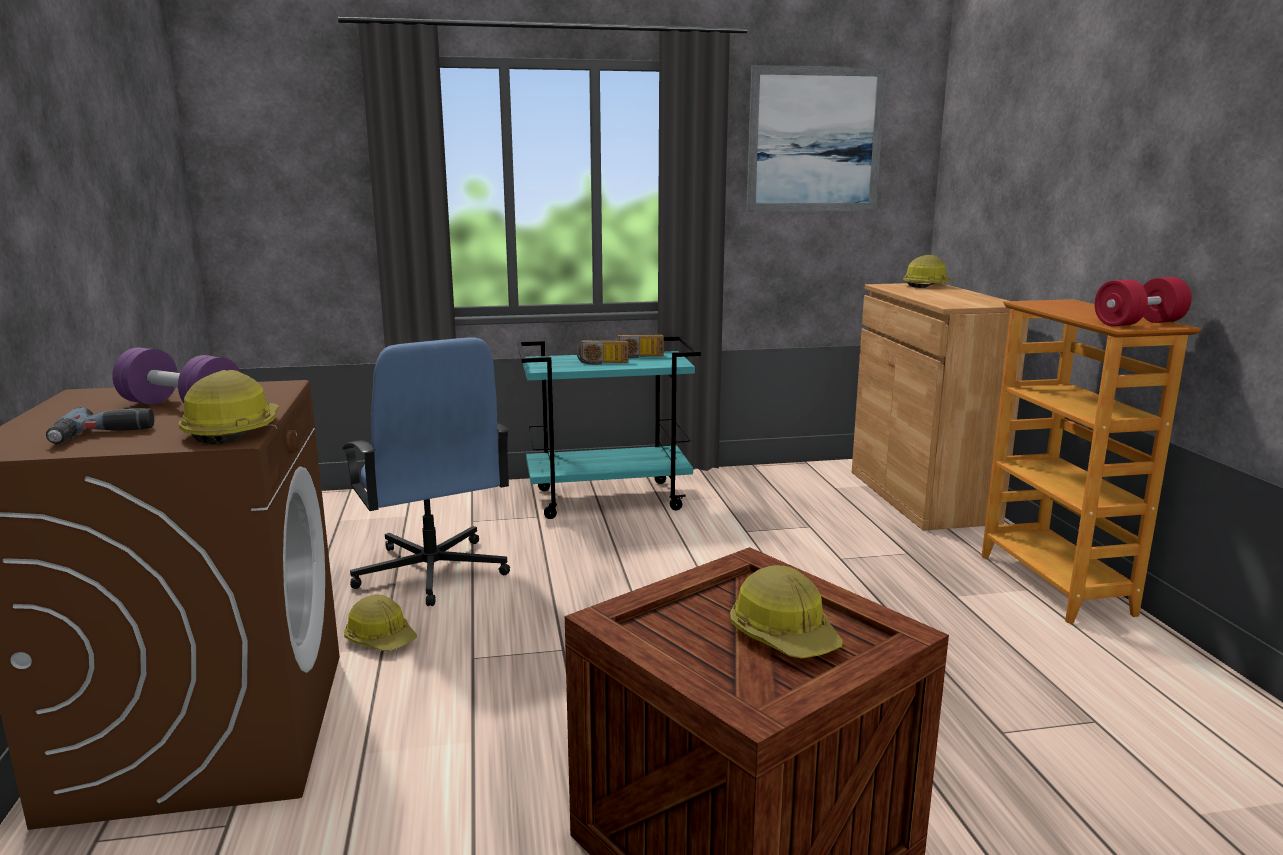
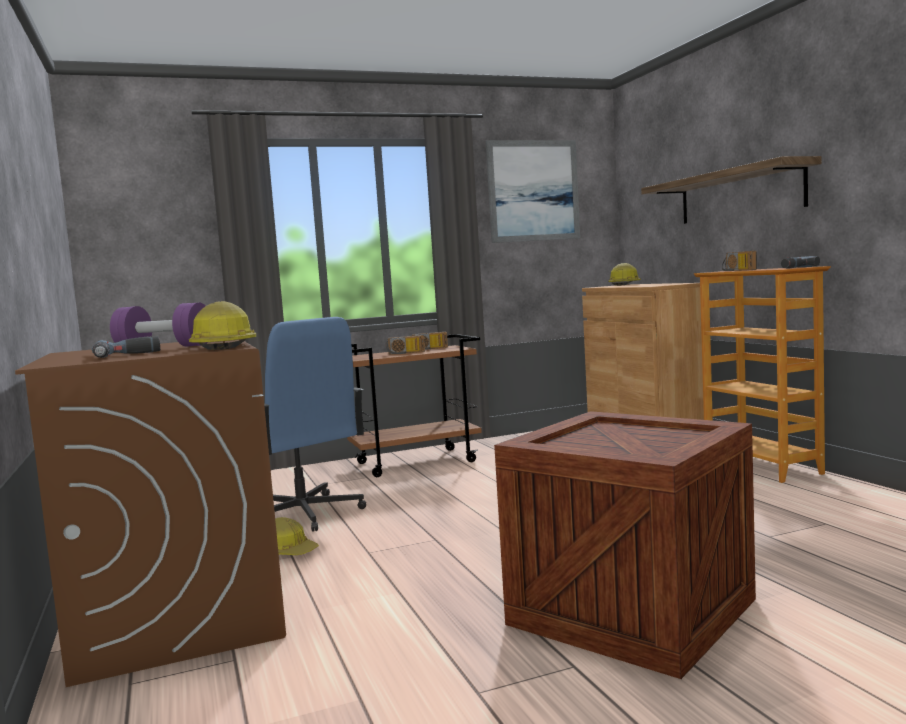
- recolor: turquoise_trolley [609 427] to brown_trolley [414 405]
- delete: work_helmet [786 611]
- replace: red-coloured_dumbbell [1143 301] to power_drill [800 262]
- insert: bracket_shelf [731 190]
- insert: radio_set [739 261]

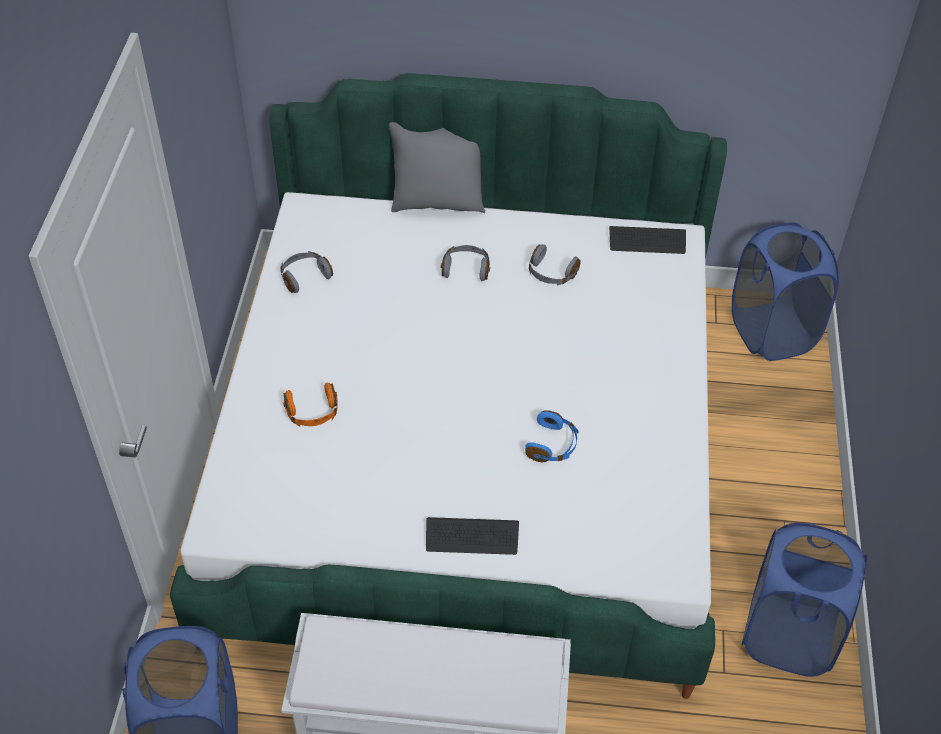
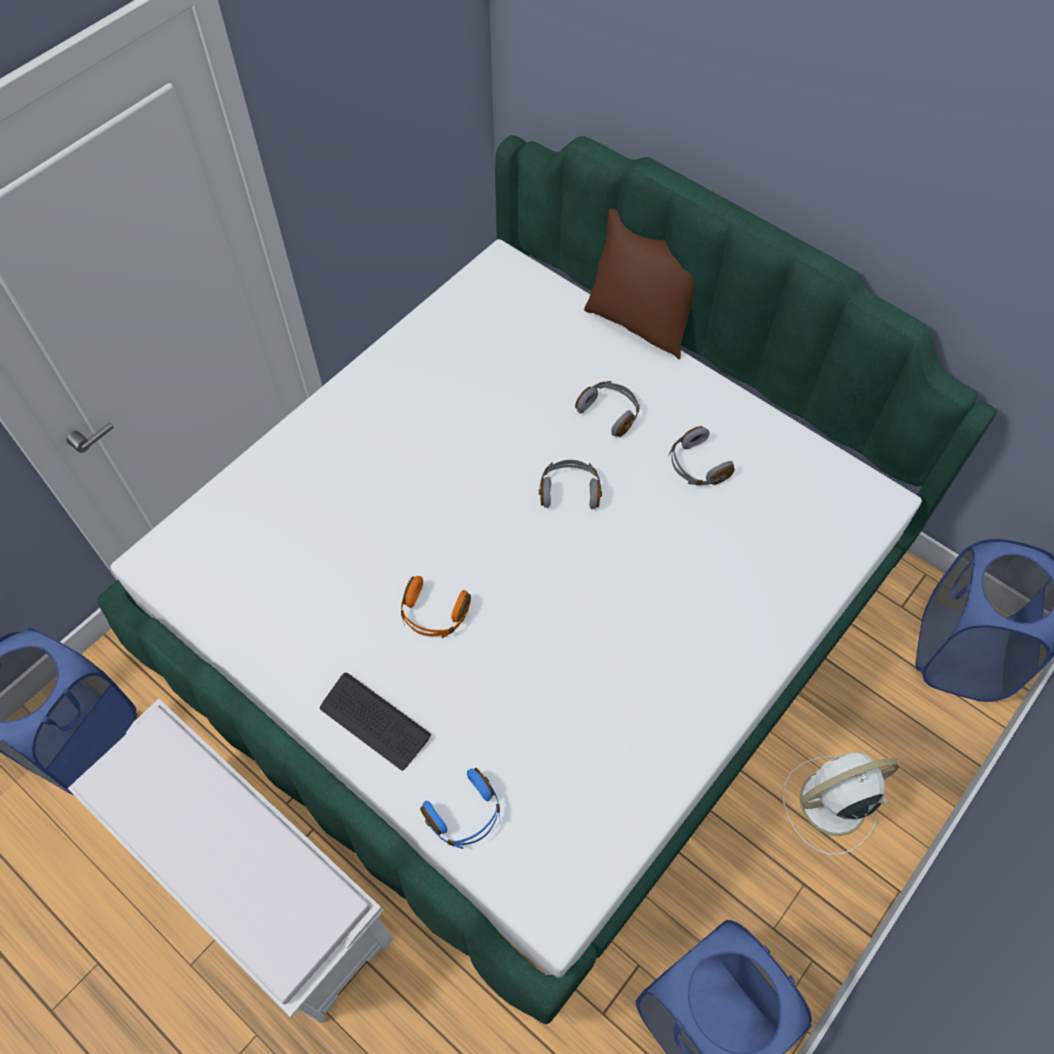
- move: grey_headphones [306 272] to [570 484]
- move: orange-coloured_headphones [310 405] to [436 607]
- recolor: grey_throw_pillow [437 168] to brown_throw_pillow [639 284]
- move: blue_headphones [552 436] to [460 808]
- delete: computer_keyboard [647 240]
- insert: white-coloured_cooling_fan [841 804]

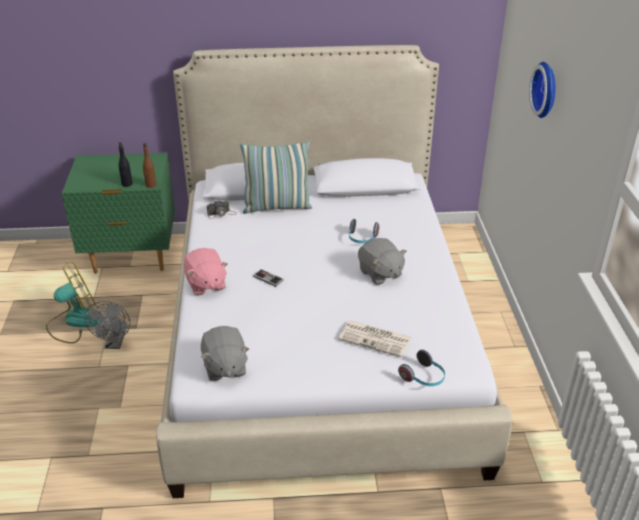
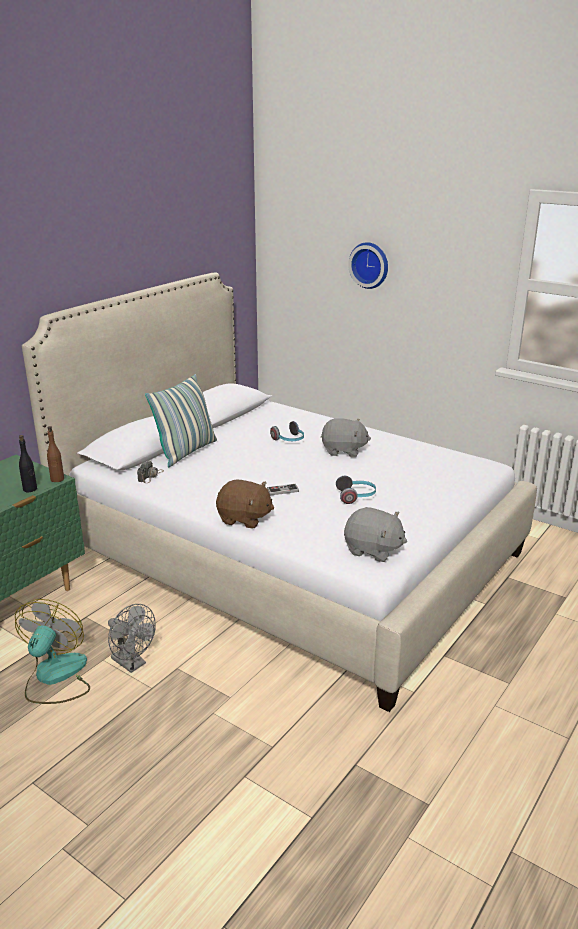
- recolor: pink-coloured_soft_toy [205 272] to brown_soft_toy [245 504]
- delete: printed_paper [375 338]
- move: headphones [421 368] to [356 490]

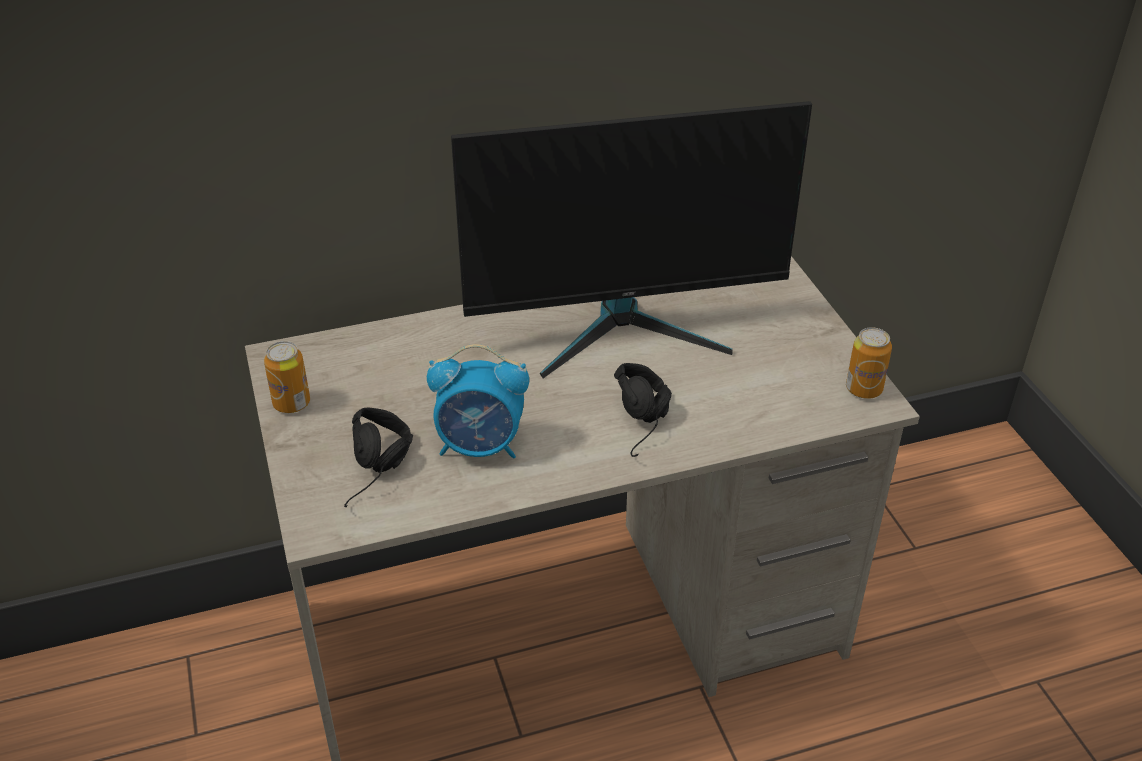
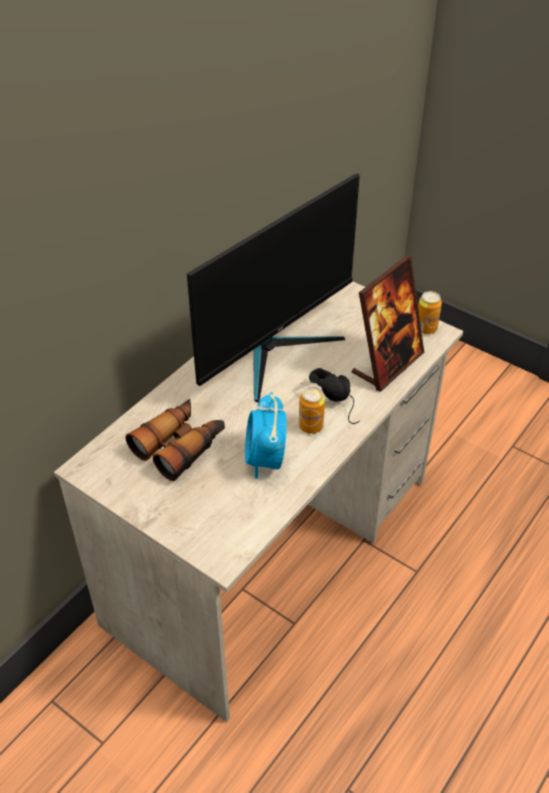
- move: metal_can [287 377] to [312 410]
- delete: black-coloured_headphones [378 457]
- rotate: bedside_clock [478 401] = [266 435] 120 degrees clockwise
- insert: pair_of_binoculars [175 440]
- insert: picture_frame [388 323]

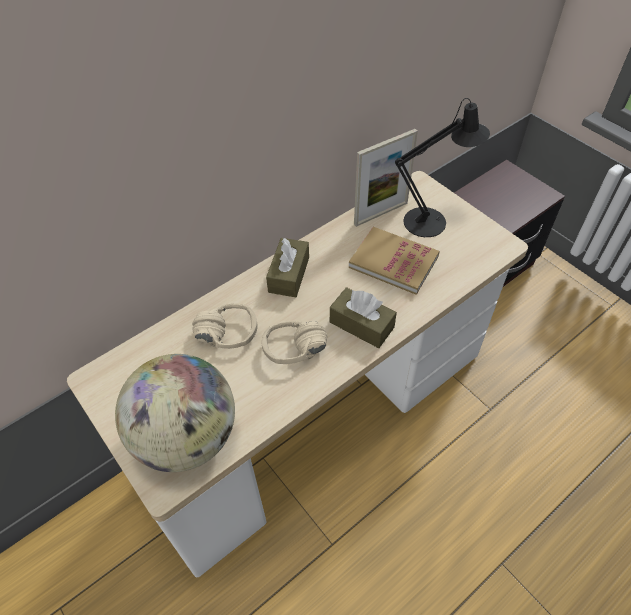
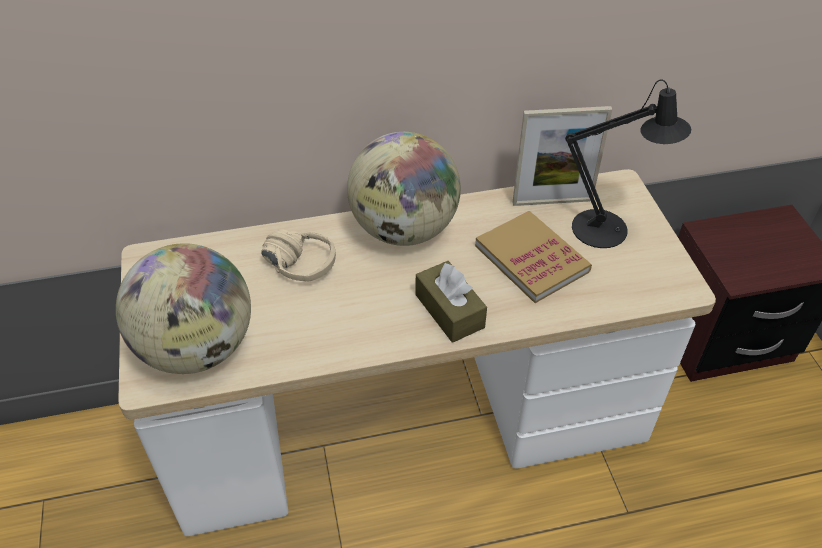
- delete: beige_headphones [294 342]
- replace: brown_tissue_box [287 267] to desk_globe [404 189]

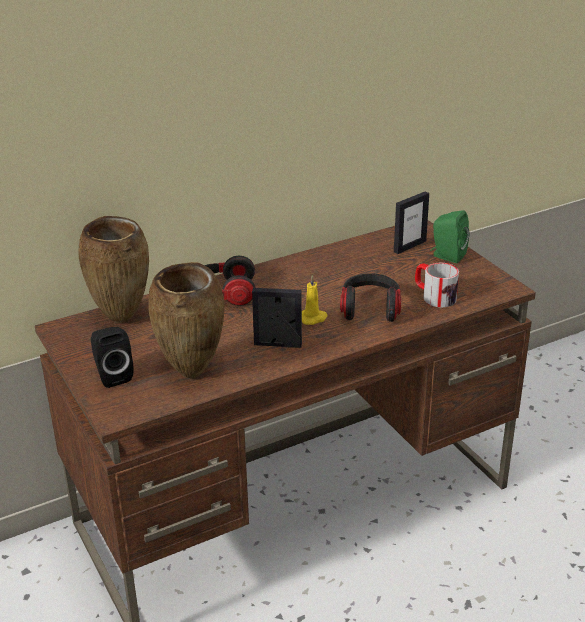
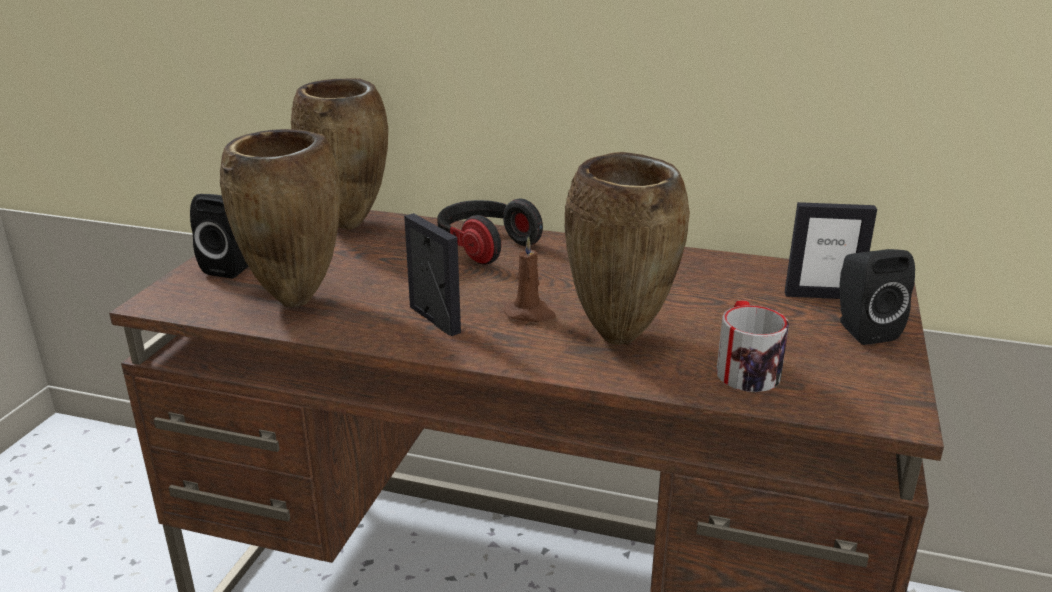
- recolor: yellow_wax_light [315 300] to brown_wax_light [530 279]
- replace: headphones [370 297] to brown_flower_vase [627 248]
- recolor: green_speaker [449 236] to black-coloured_speaker [877 297]

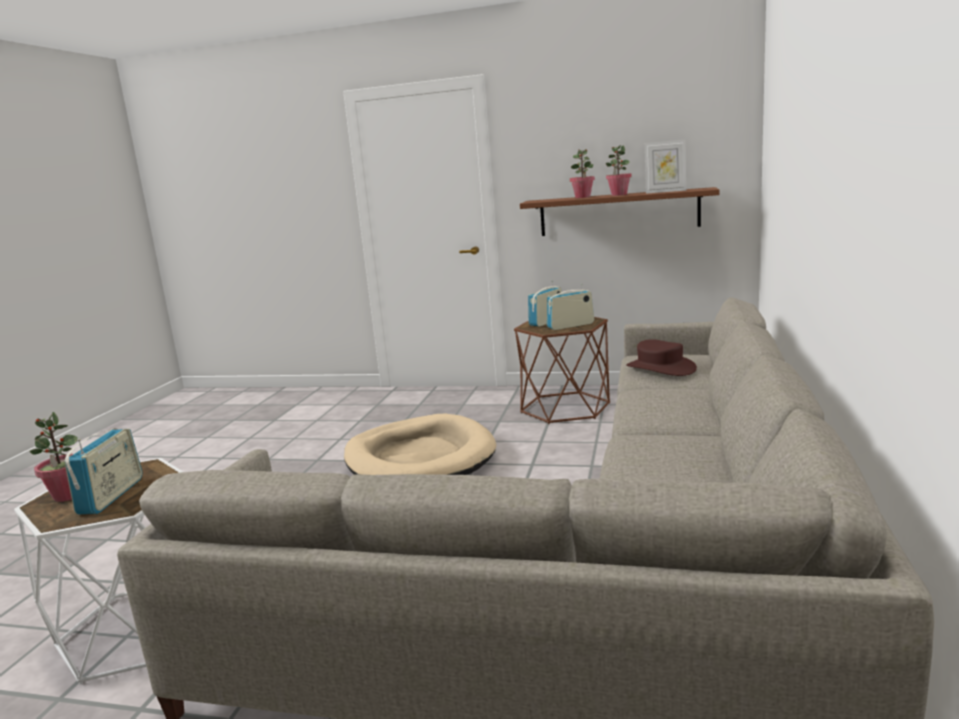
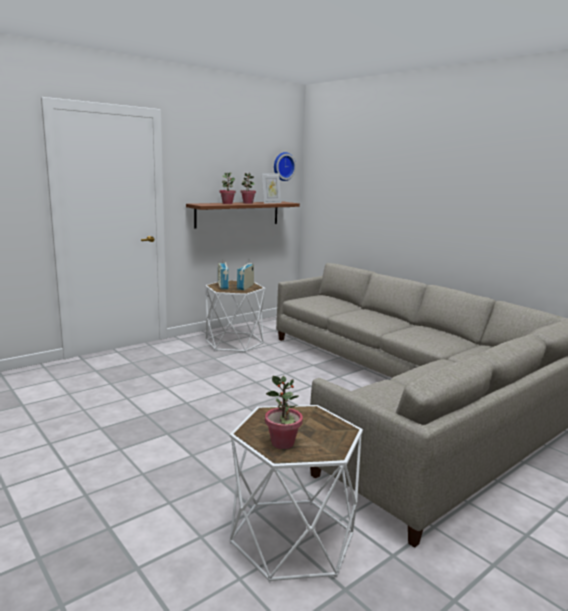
- delete: radio_set [103 471]
- delete: beige_pet_bed [420 444]
- recolor: brown_accent_table [562 370] to white-coloured_accent_table [235 316]
- delete: brown_hat [661 357]
- insert: hanging_clock [285 166]

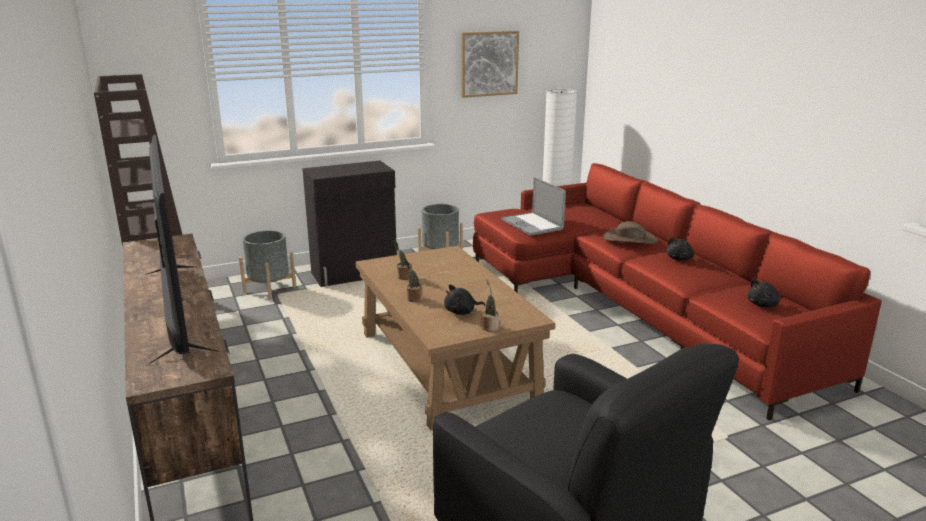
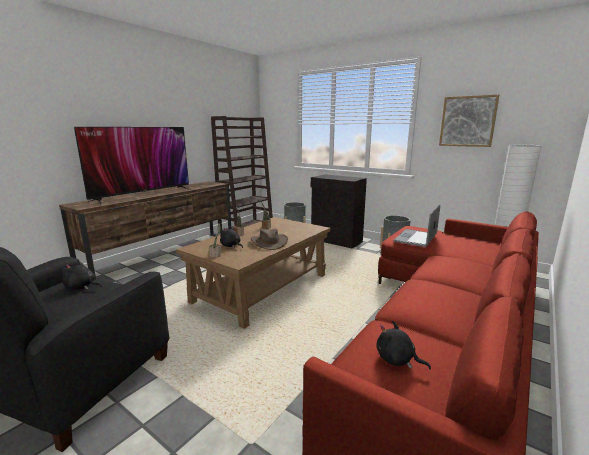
- move: brown_hat [630 232] to [269 239]
- move: black-coloured_soft_toy [680 249] to [82 275]

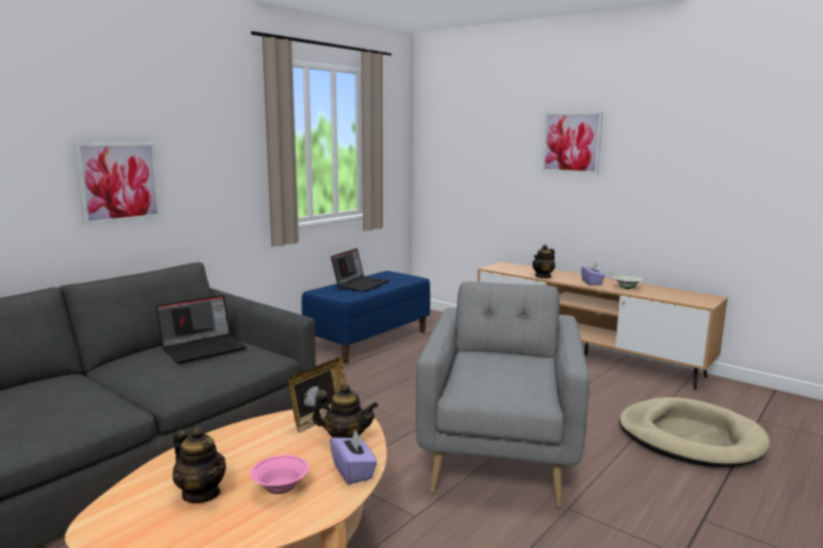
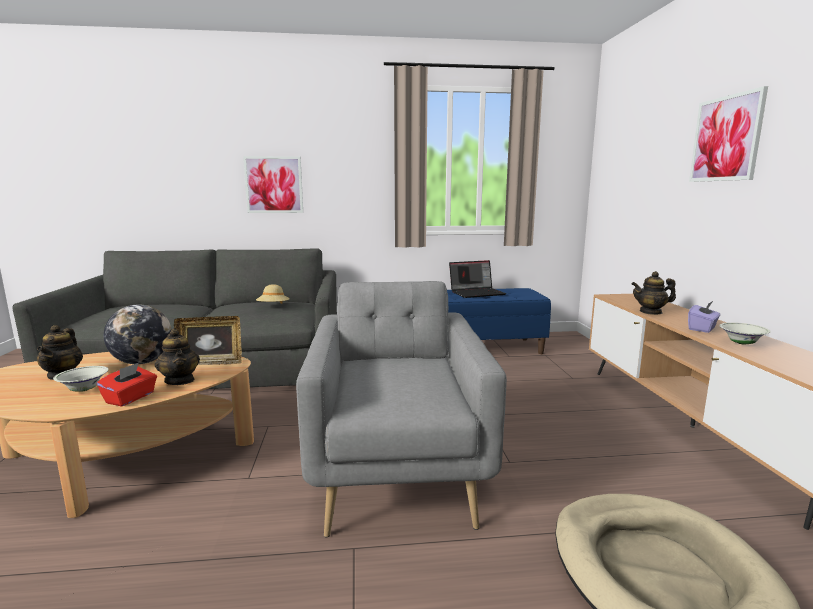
- replace: portable_computer [201 329] to beige_hat [273 294]
- recolor: pink-coloured_deep_dish [279 474] to white-coloured_deep_dish [80 378]
- recolor: purplish_tissue_box [353 457] to red-coloured_tissue_box [127 385]
- rotate: grey_easy_chair [503 395] = [401 409] 60 degrees counterclockwise
- insert: desk_globe [138 334]

